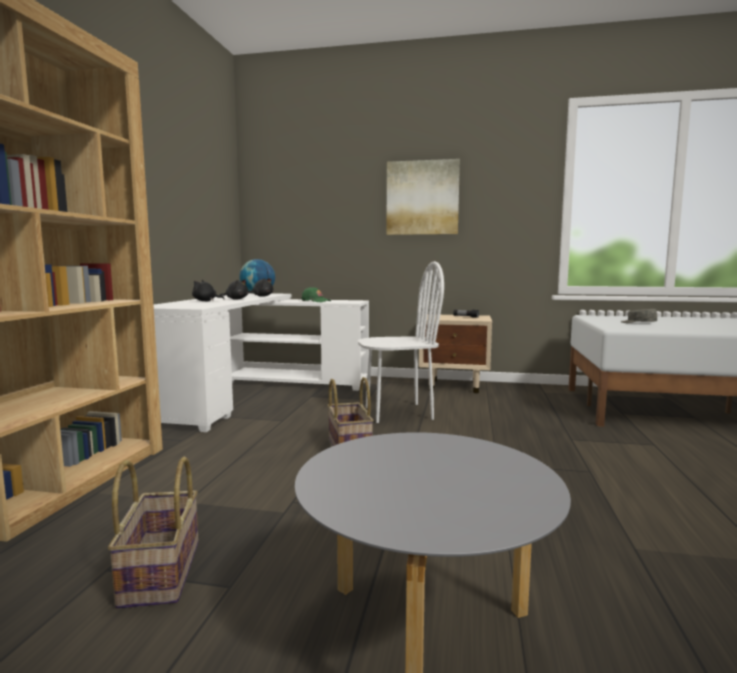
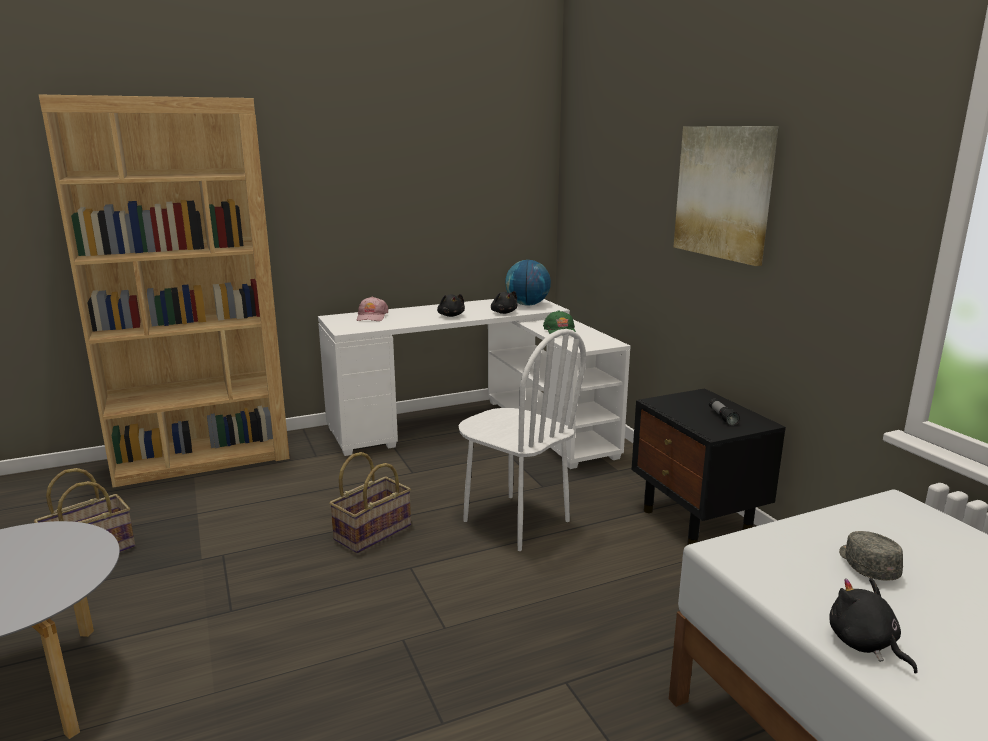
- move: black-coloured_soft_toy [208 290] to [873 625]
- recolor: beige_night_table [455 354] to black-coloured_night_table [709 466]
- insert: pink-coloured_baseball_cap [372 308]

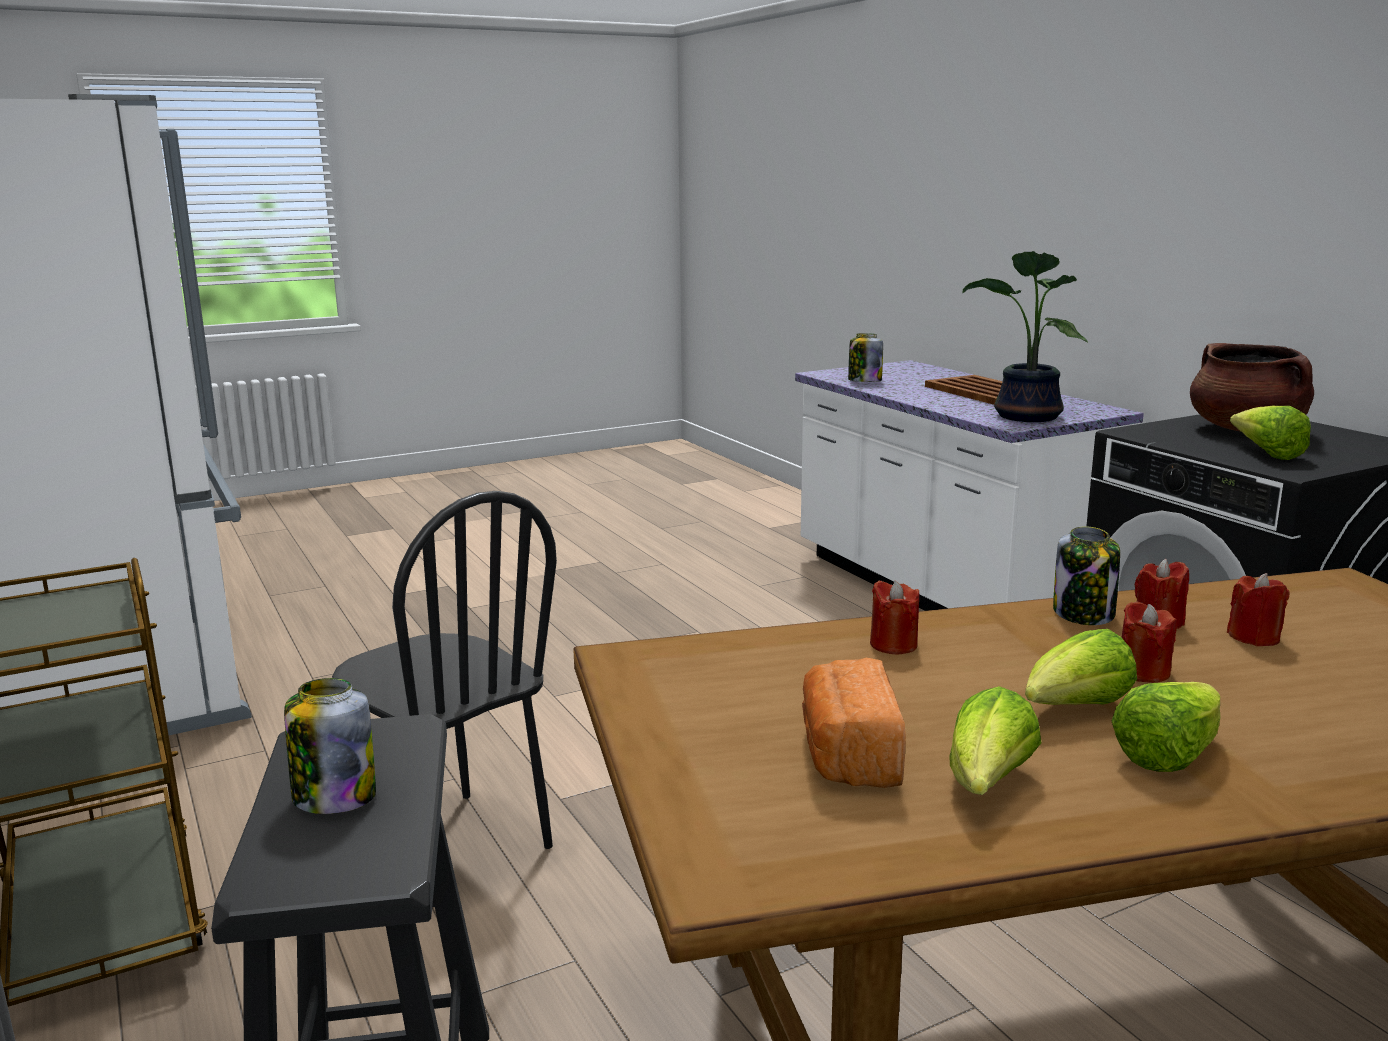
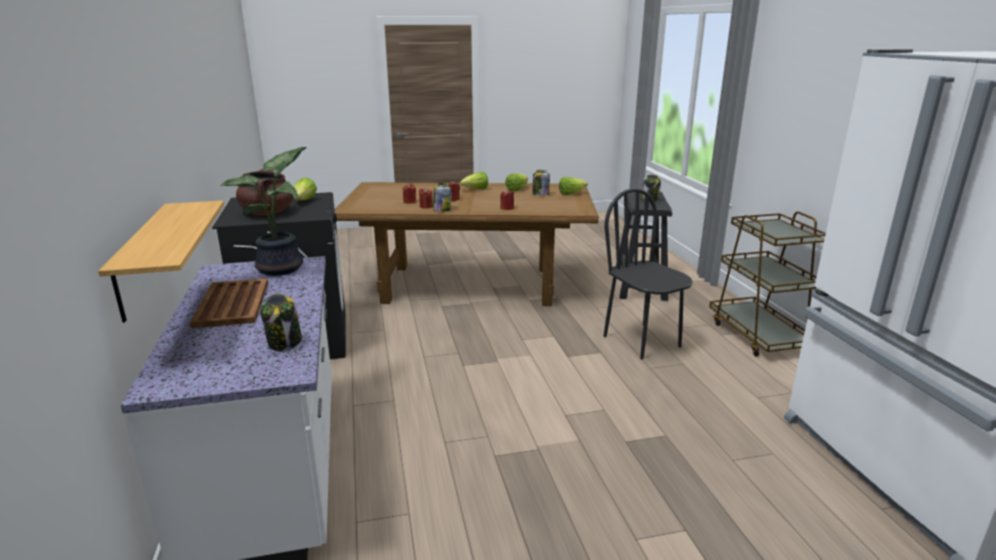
- replace: bakery_bread [854 723] to storage_jar [541 182]
- move: lettuce_head [1081 667] to [573 186]
- insert: bracket_shelf [161 262]

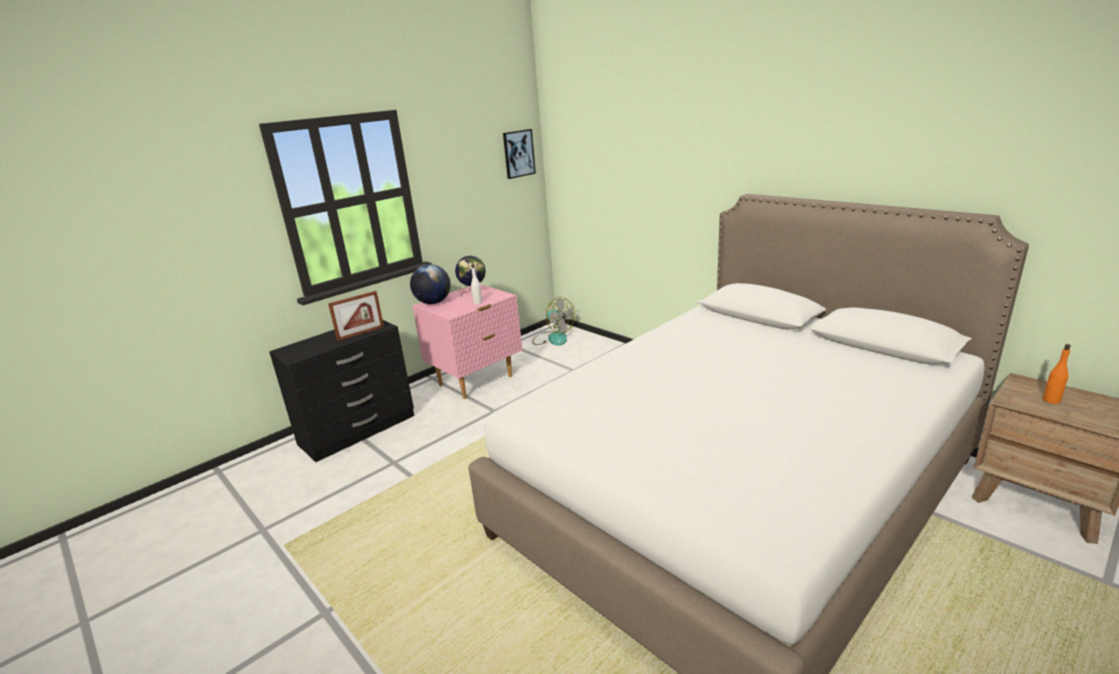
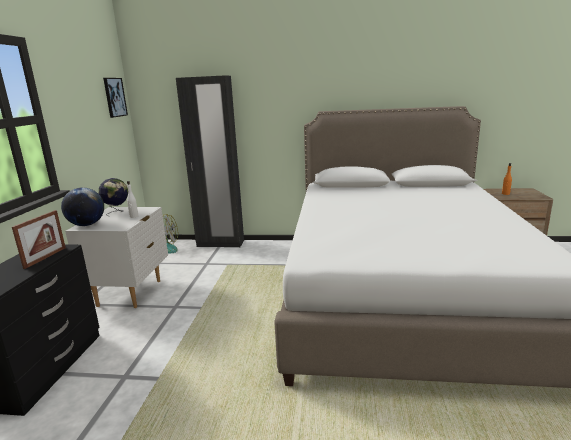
- recolor: pink-coloured_night_table [467 341] to white-coloured_night_table [116 257]
- insert: black-coloured_clothes_cupboard [210 161]

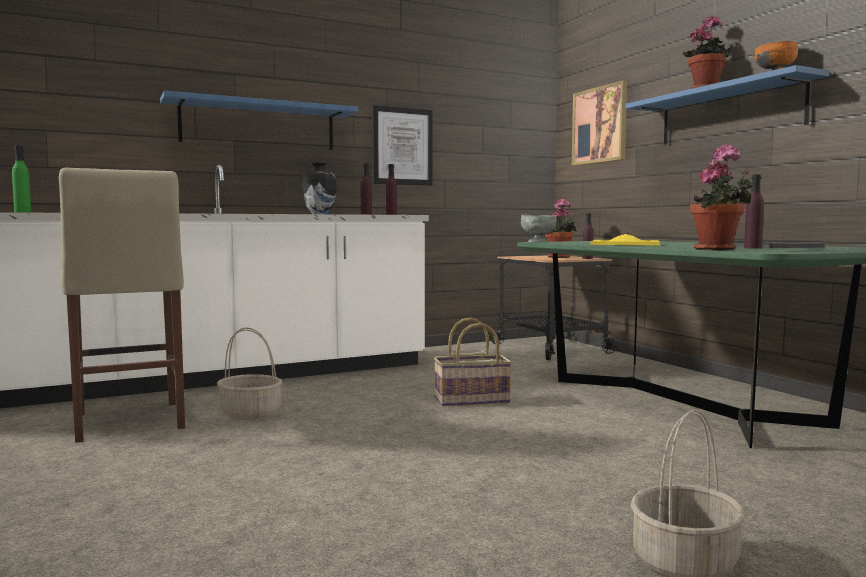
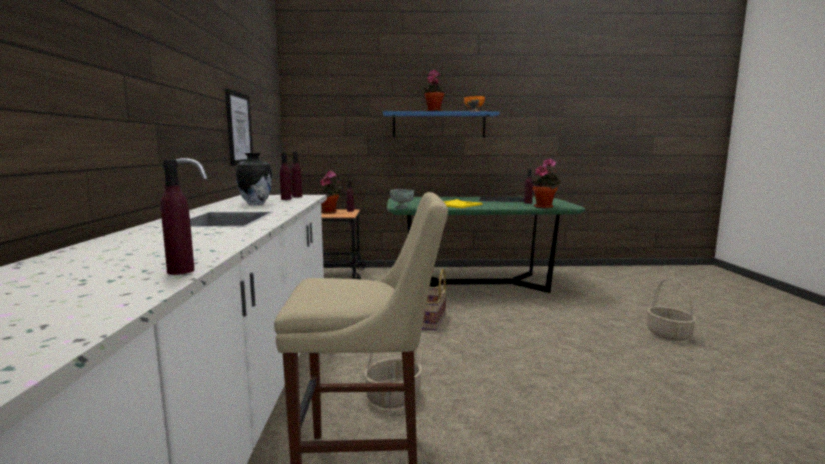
- recolor: green_drink_bottle [21 179] to purplish_drink_bottle [177 217]
- delete: blue_bracket_shelf [259 120]
- delete: wall_picture [599 123]

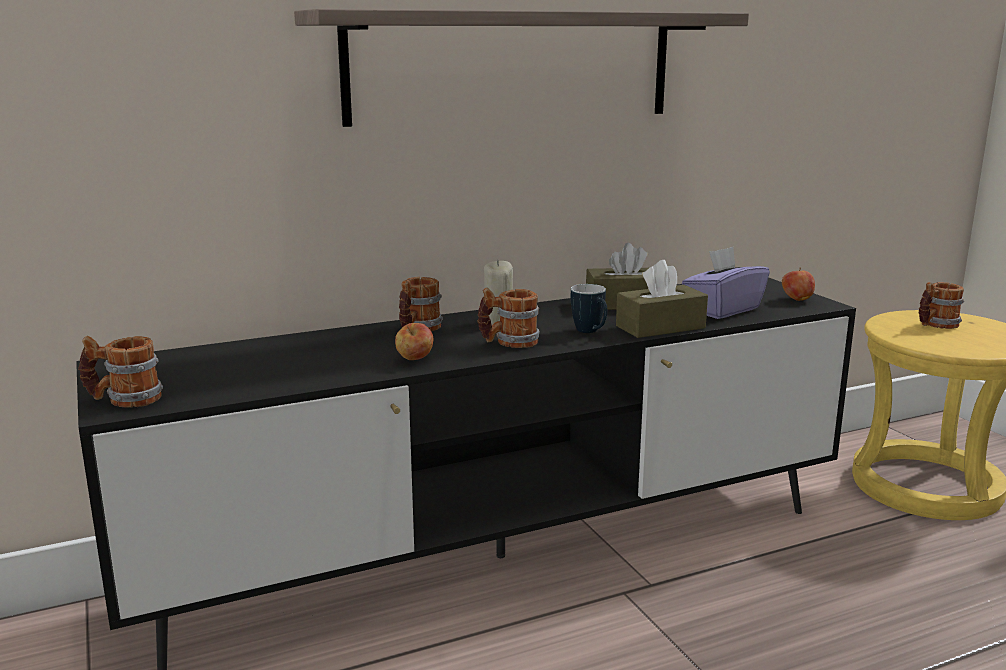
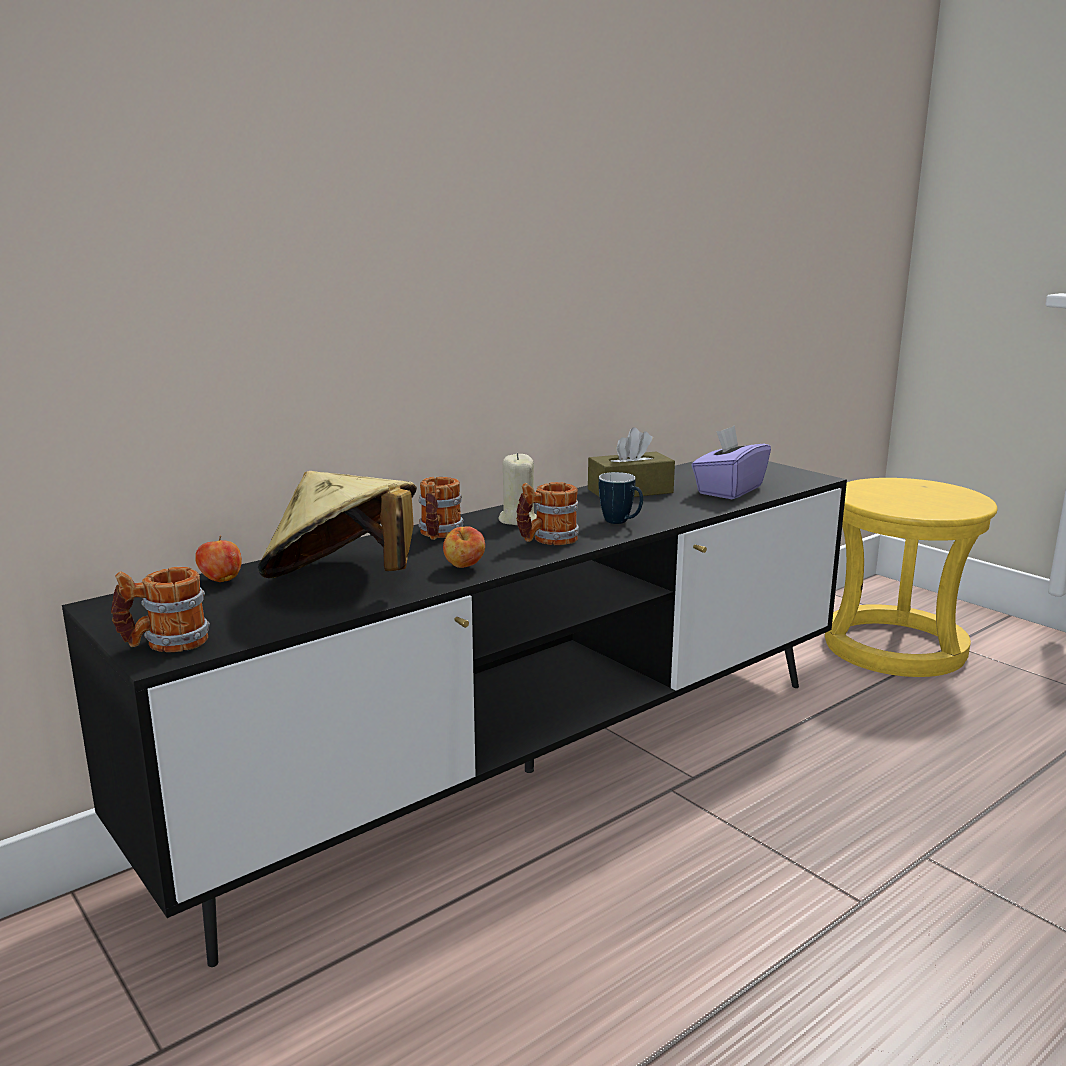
- delete: bracket_shelf [521 68]
- delete: brown_tissue_box [662 299]
- move: apple [798 284] to [218 559]
- delete: tea_mug [941 305]
- insert: beige_hat [337 524]

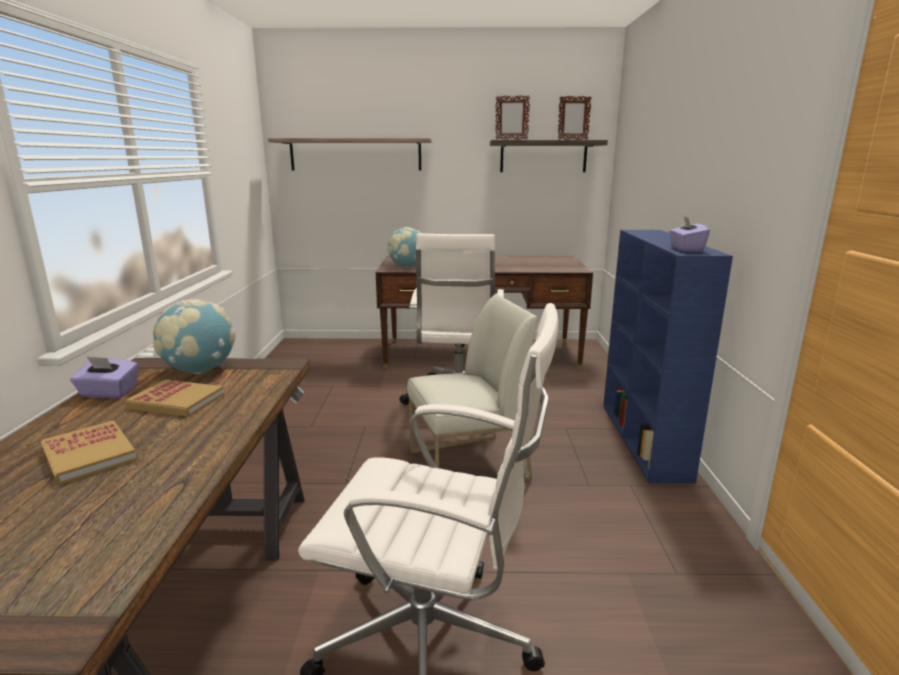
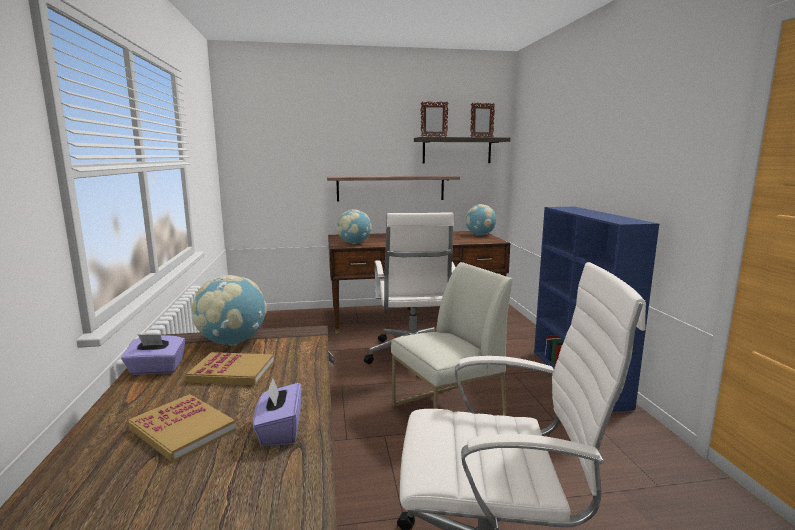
- move: bracket_shelf [350 154] to [393 189]
- move: purplish_tissue_box [689 233] to [277 412]
- insert: desk_globe [480 219]

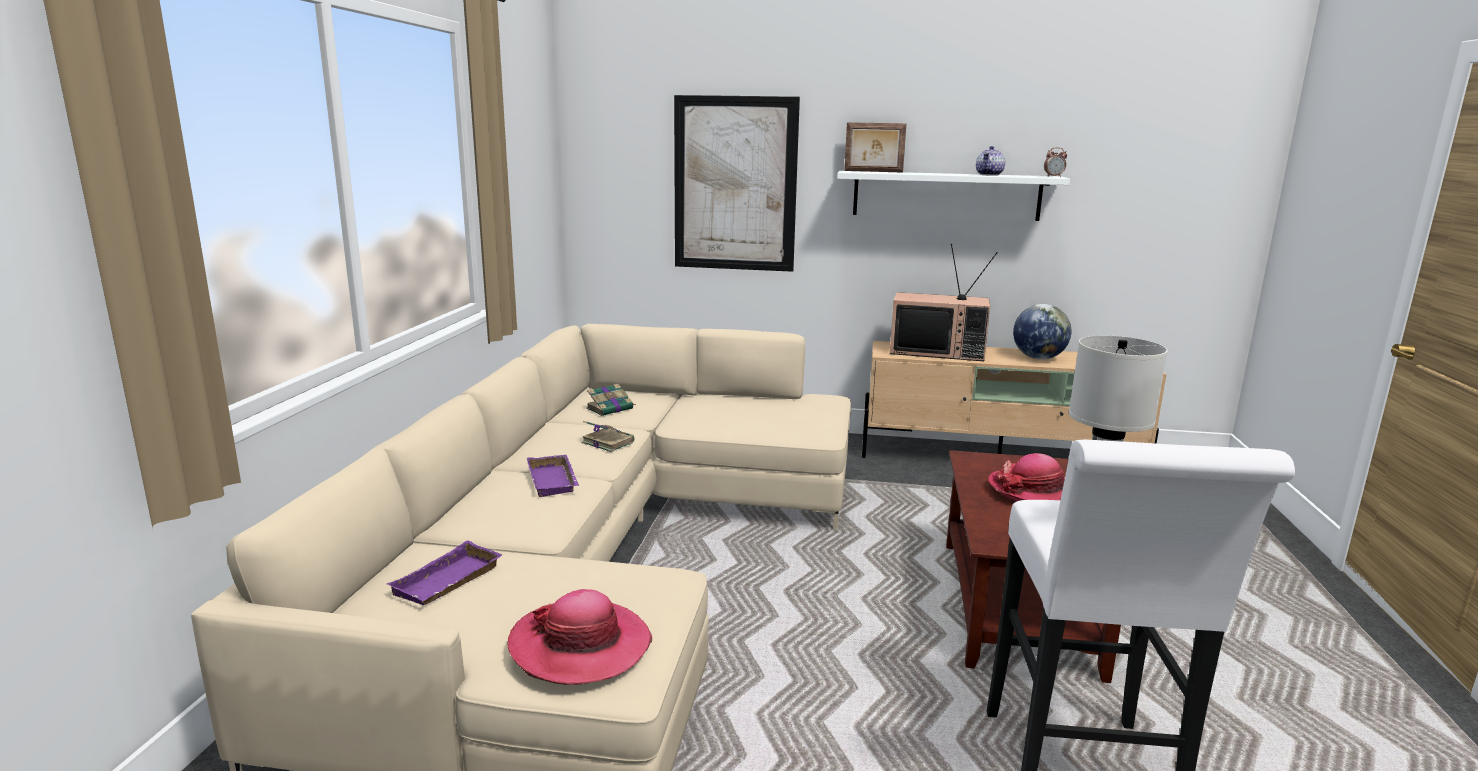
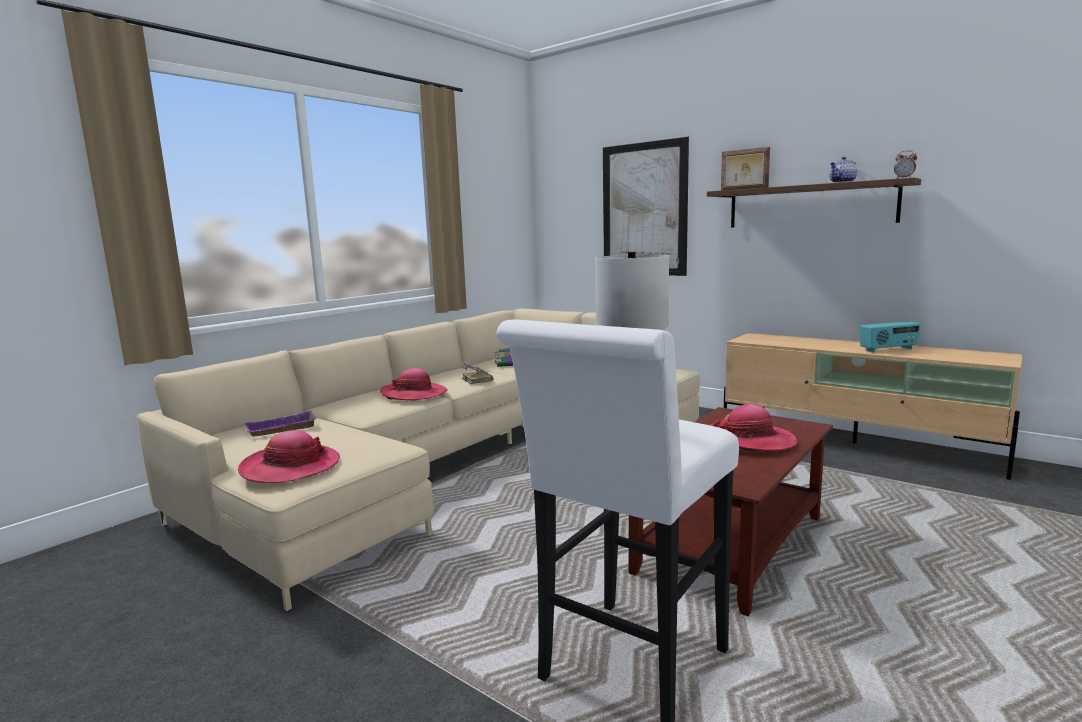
- replace: purplish_carrying_tray [553 476] to hat [413 384]
- recolor: white-coloured_bracket_shelf [953 196] to brown_bracket_shelf [814 202]
- delete: TV [944 302]
- replace: desk_globe [1042 332] to radio_set [890 337]

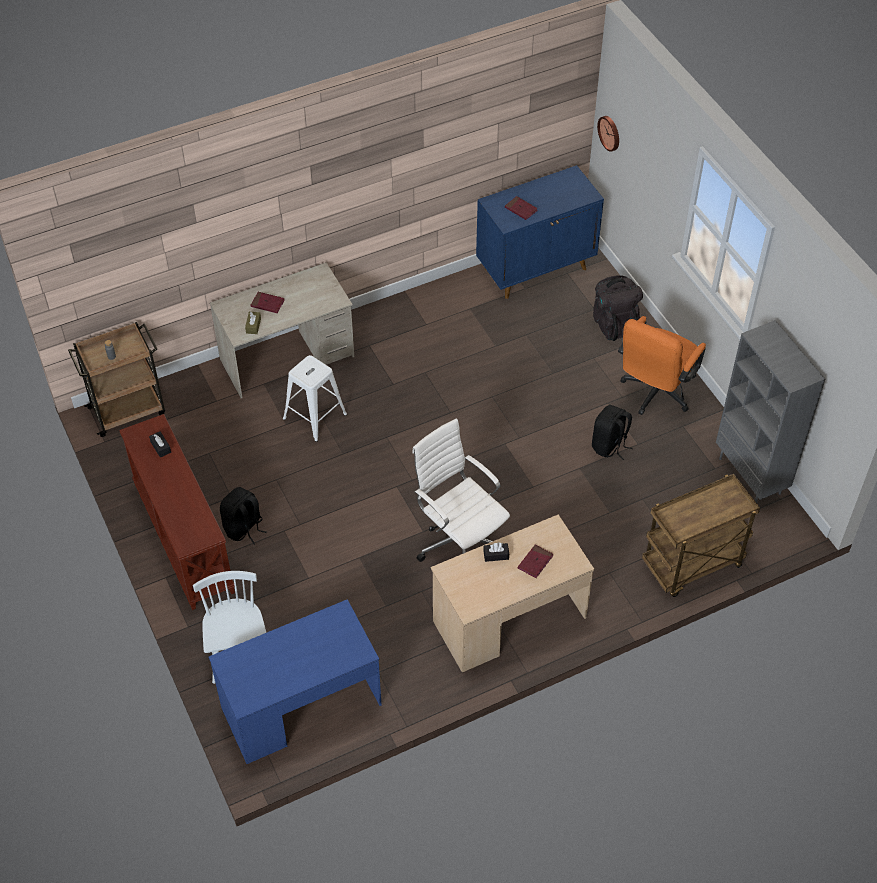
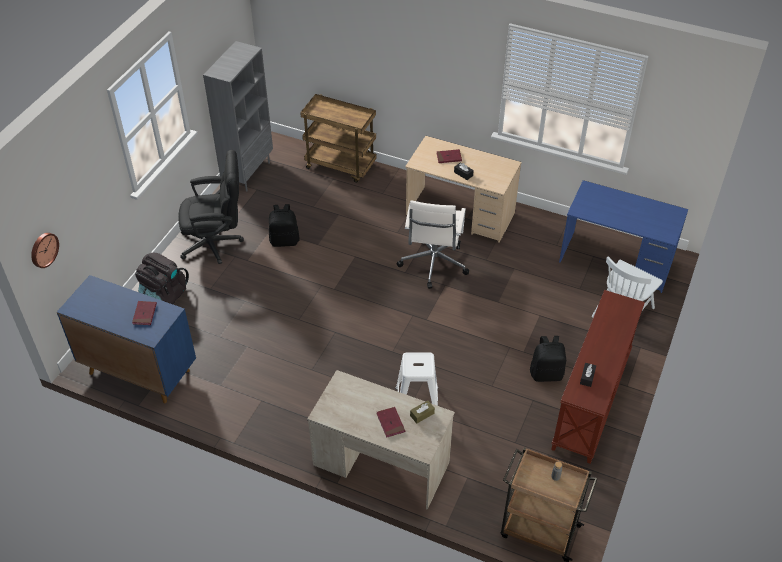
- recolor: orange-coloured_desk_chair [662 365] to black-coloured_desk_chair [211 207]

